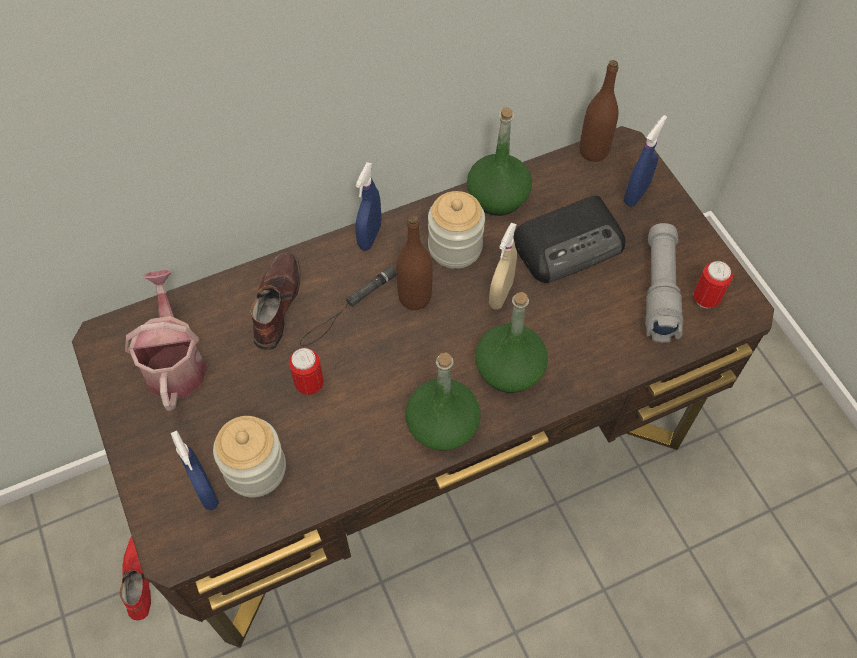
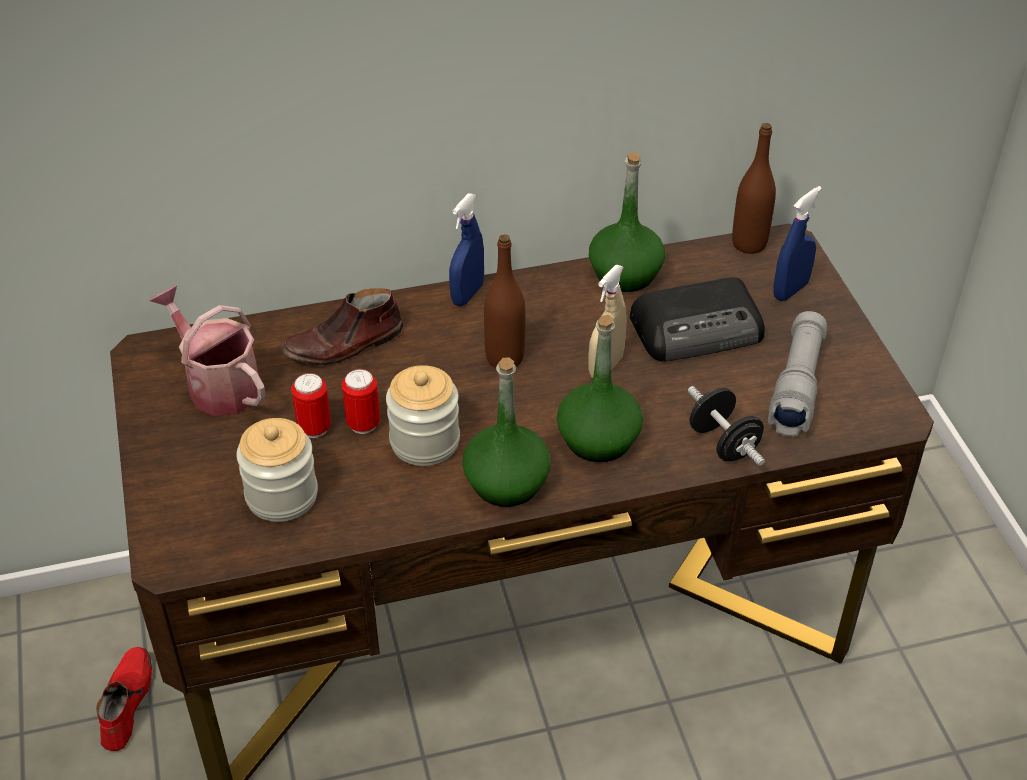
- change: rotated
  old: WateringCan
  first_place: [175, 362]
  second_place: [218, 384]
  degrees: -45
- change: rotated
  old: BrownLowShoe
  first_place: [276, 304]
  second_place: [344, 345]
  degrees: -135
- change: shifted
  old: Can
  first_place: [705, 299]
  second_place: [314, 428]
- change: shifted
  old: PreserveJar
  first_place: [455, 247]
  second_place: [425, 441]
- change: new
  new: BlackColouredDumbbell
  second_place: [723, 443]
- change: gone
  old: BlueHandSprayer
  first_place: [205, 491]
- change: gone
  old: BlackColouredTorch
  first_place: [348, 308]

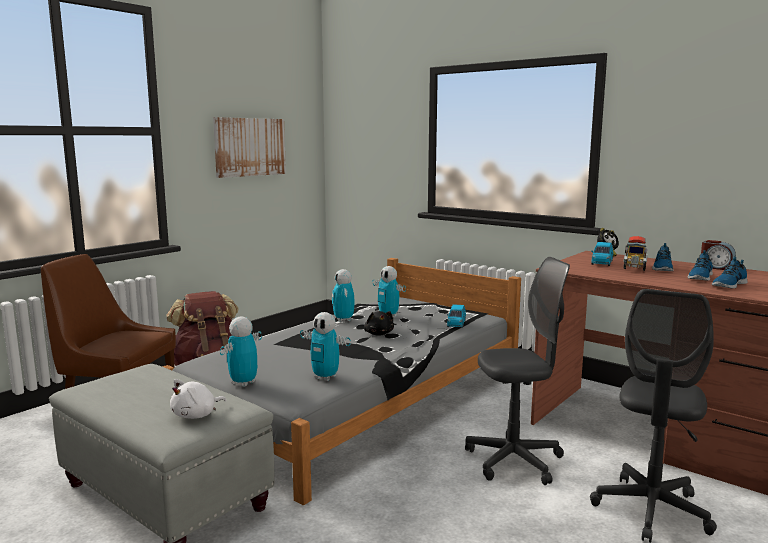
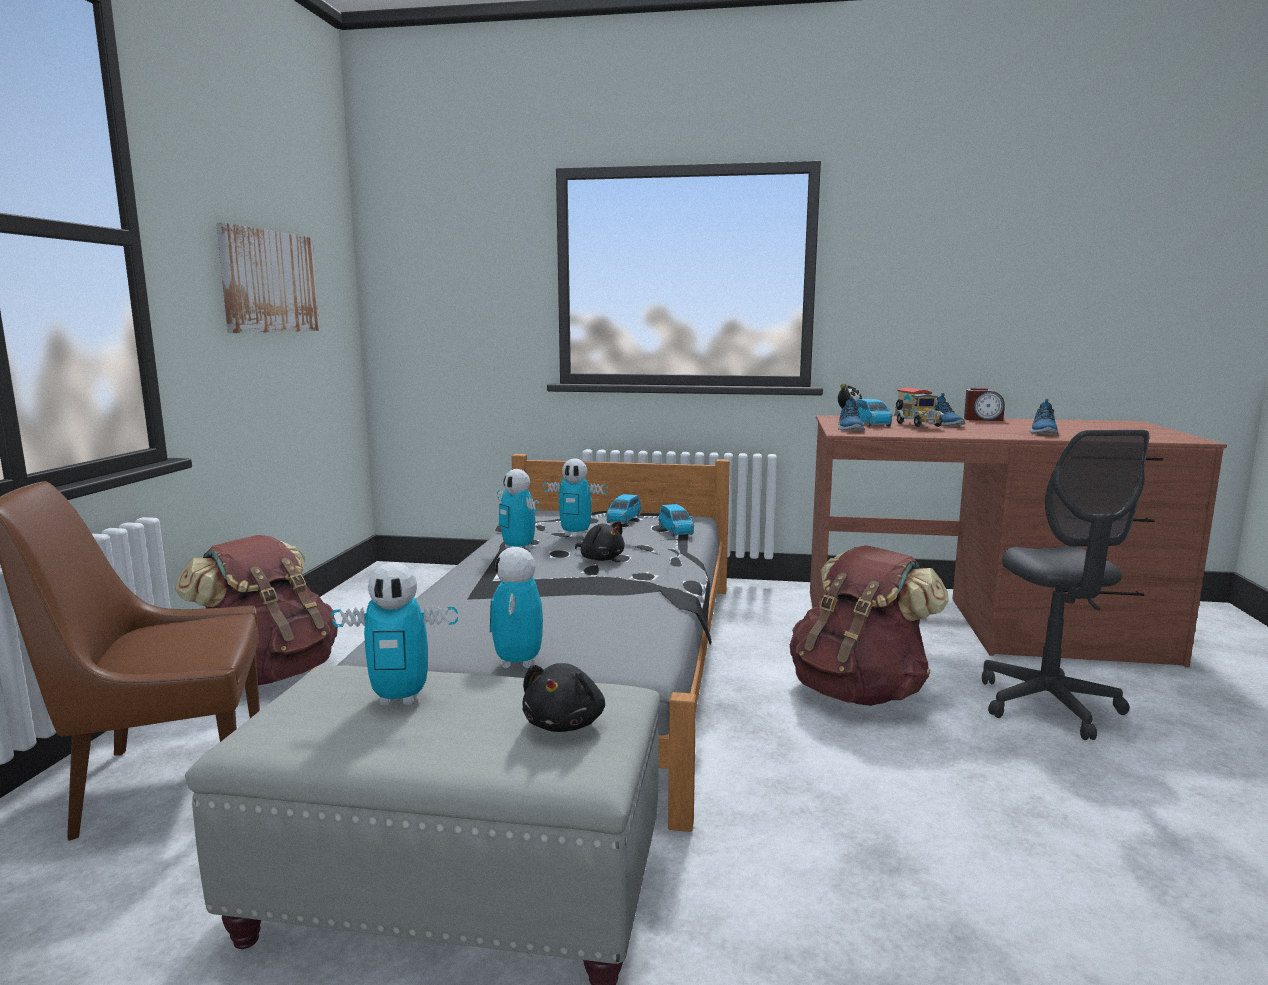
- change: shifted
  old: ToyRobot
  first_place: [325, 377]
  second_place: [400, 698]
- change: repainted
  old: WhitishCuddlyToy
  new: BlackColouredCuddlyToy
  first_place: [196, 415]
  second_place: [565, 723]
- change: new
  new: BlueToyCar
  second_place: [623, 519]
- change: swapped
  old: GrayOfficeChair
  new: BrownKnapsack
  first_place: [514, 461]
  second_place: [858, 692]
- change: shifted
  old: LowShoe
  first_place: [699, 277]
  second_place: [849, 428]

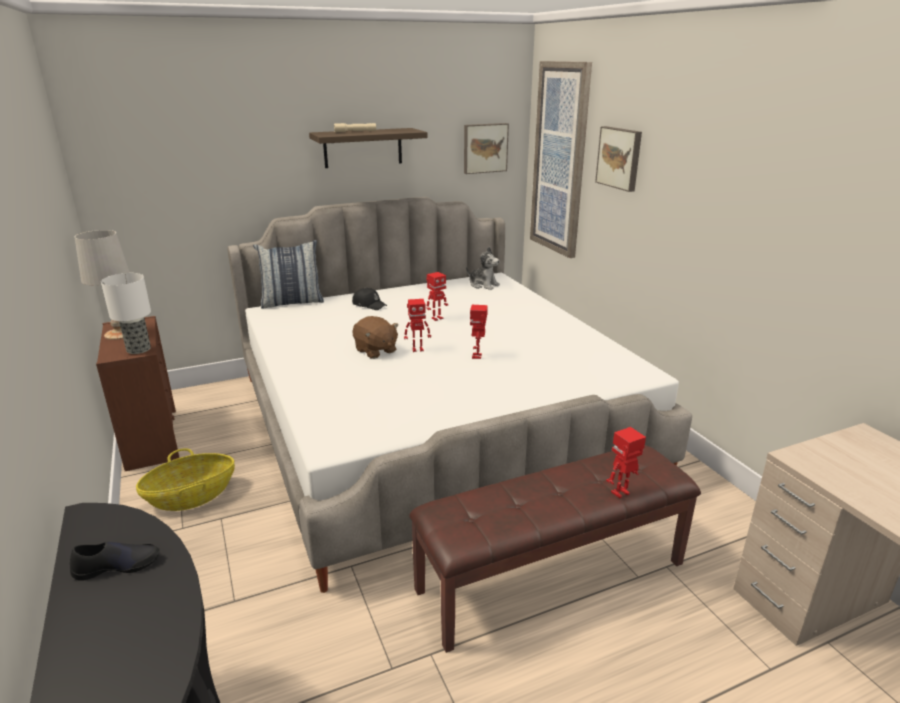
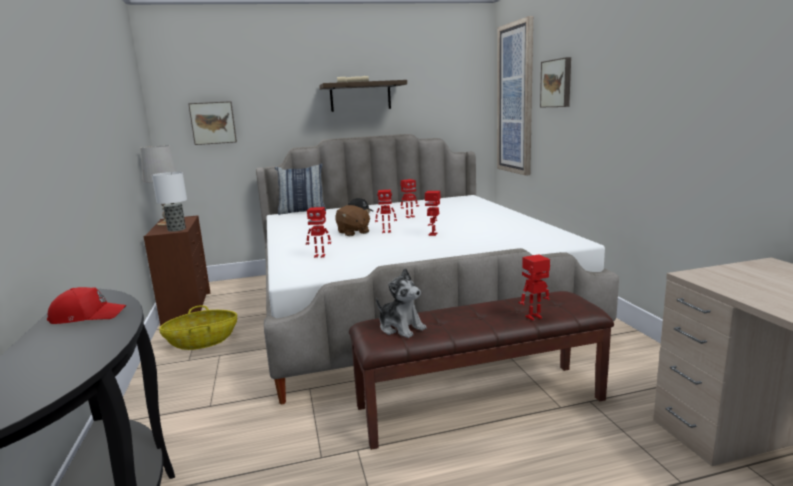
- change: swapped
  old: BlackColouredLowShoe
  new: RedBaseballCap
  first_place: [118, 565]
  second_place: [87, 316]
- change: shifted
  old: WallPicture
  first_place: [484, 148]
  second_place: [213, 123]
- change: new
  new: ToyRobot
  second_place: [320, 256]
- change: shifted
  old: CuddlyToy
  first_place: [483, 285]
  second_place: [401, 328]

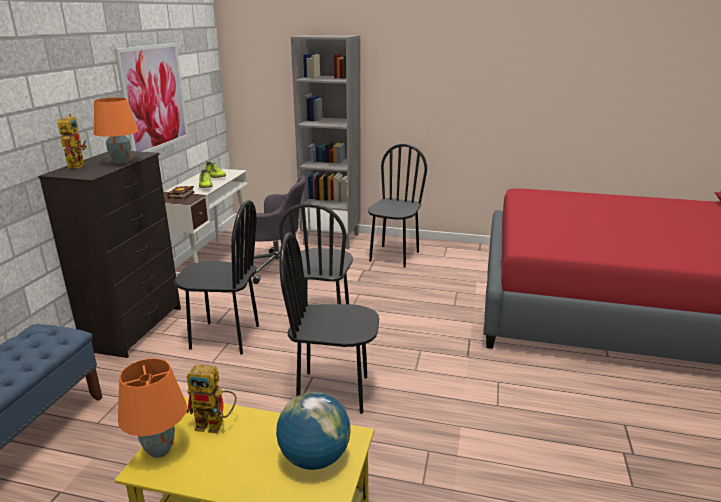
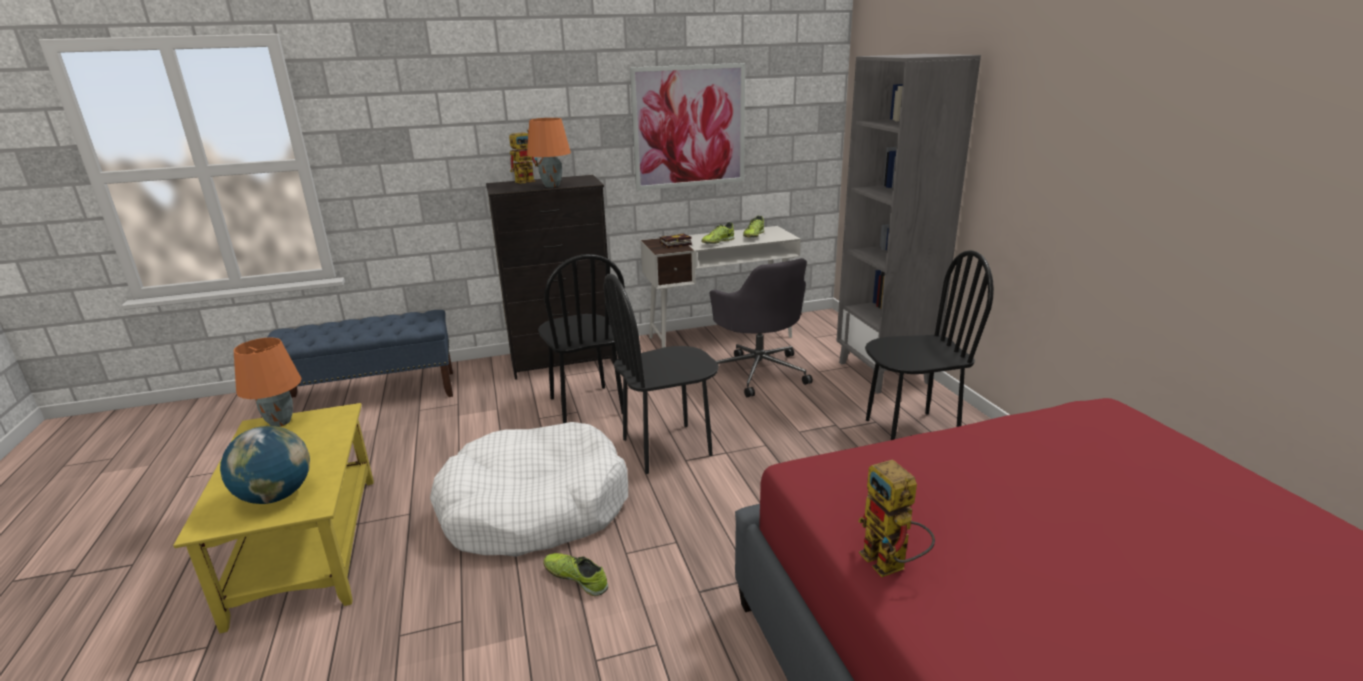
- change: swapped
  old: BlackColouredUprightChair
  new: WhitishPetBed
  first_place: [333, 392]
  second_place: [534, 508]
- change: new
  new: LowShoe
  second_place: [576, 578]
- change: shifted
  old: ToyRobot
  first_place: [216, 424]
  second_place: [891, 566]

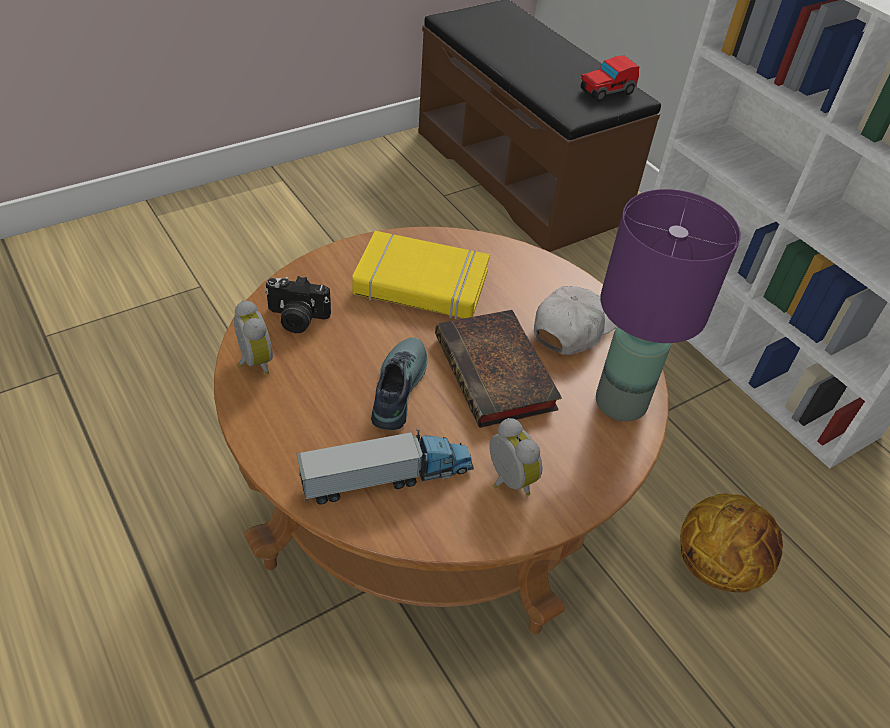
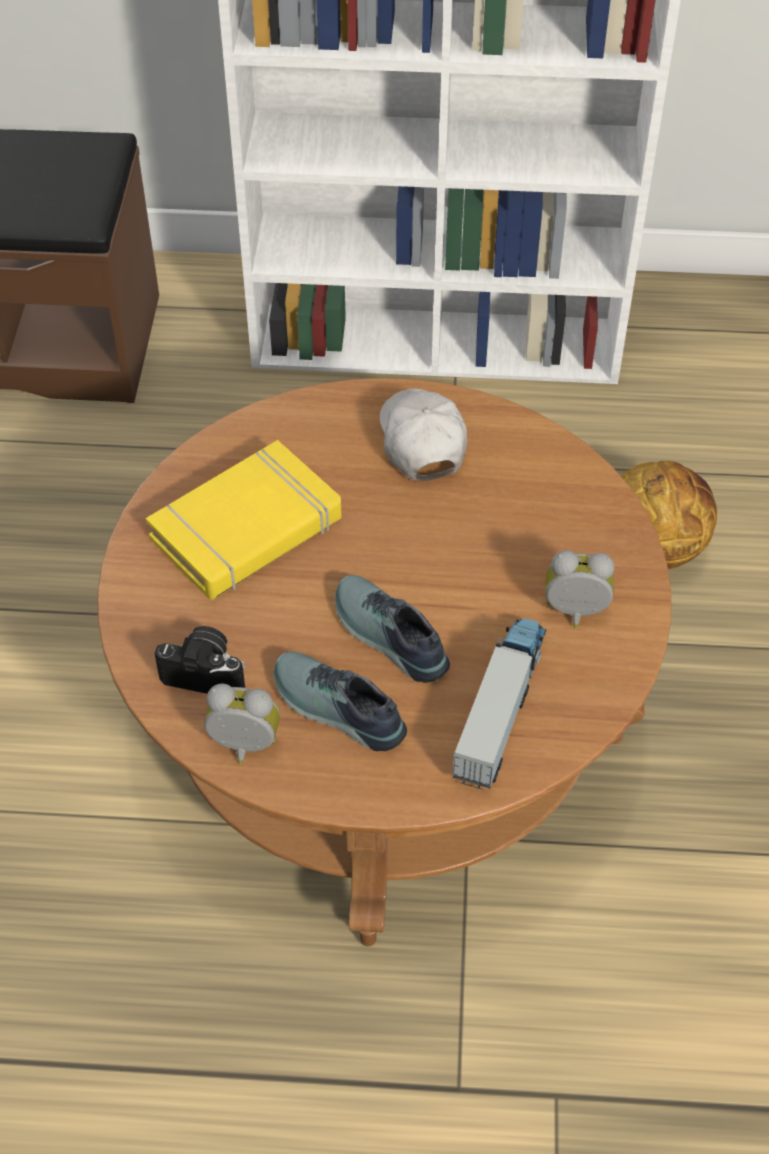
- change: rotated
  old: StillCamera
  first_place: [296, 319]
  second_place: [207, 673]
  degrees: -120
- change: new
  new: LowShoe
  second_place: [336, 710]
- change: gone
  old: BoundBook
  first_place: [497, 375]
- change: gone
  old: ToyCar
  first_place: [606, 92]
- change: gone
  old: PurpleTableLamp
  first_place: [622, 402]

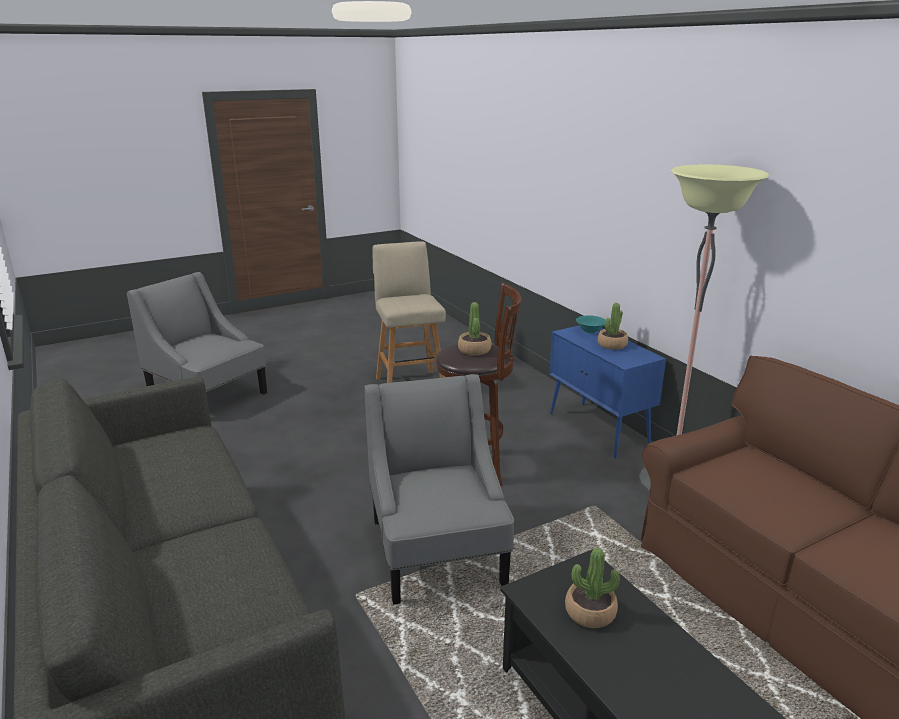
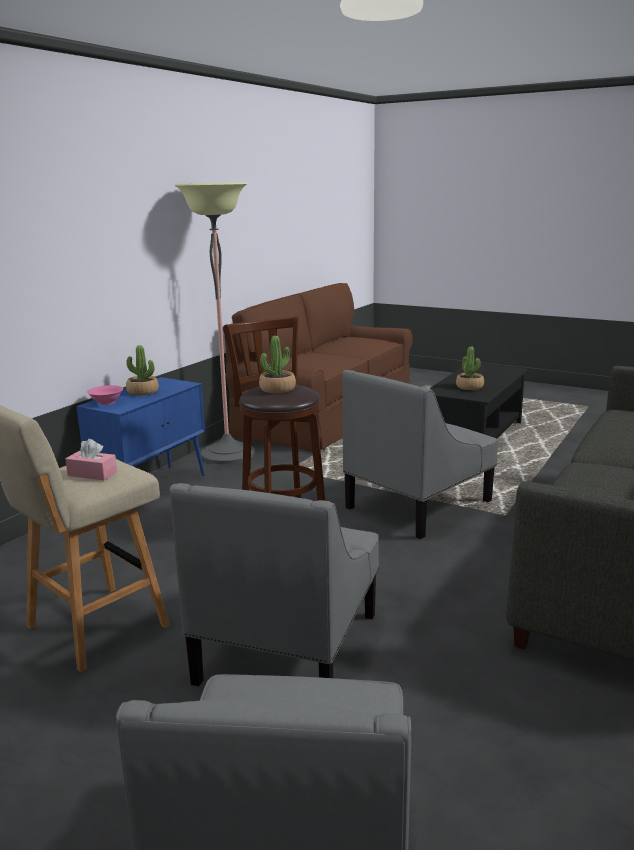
- change: new
  new: PinkishTissueHolder
  second_place: [92, 474]
- change: repainted
  old: TurquoiseColouredDeepDish
  new: PinkishDeepDish
  first_place: [590, 331]
  second_place: [107, 402]
- change: new
  new: GrayArmchair
  second_place: [289, 647]

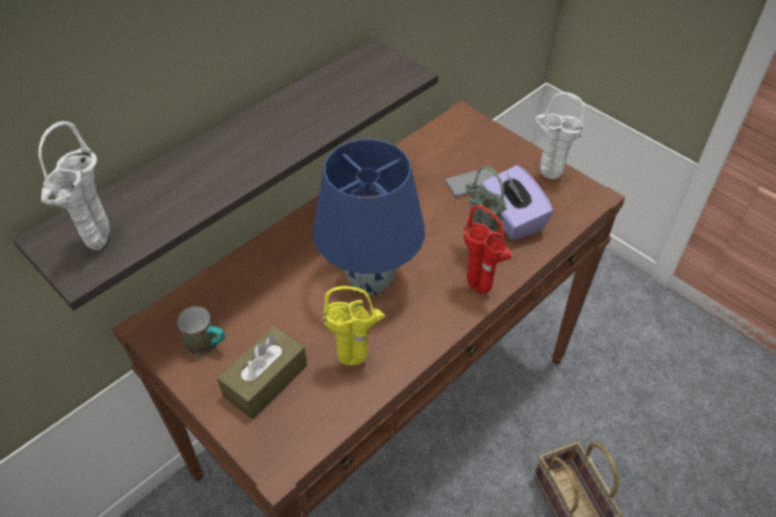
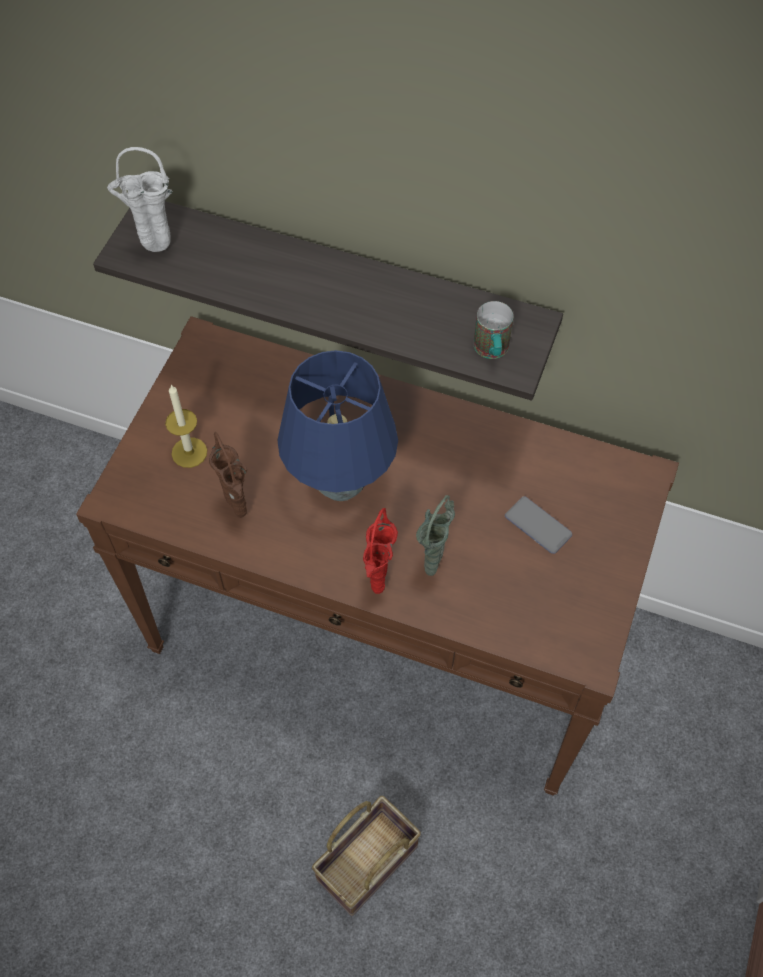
- change: swapped
  old: BrownTissueHolder
  new: WaxLight
  first_place: [265, 380]
  second_place: [189, 452]
- change: repainted
  old: YellowFlowerVase
  new: BrownFlowerVase
  first_place: [356, 363]
  second_place: [239, 514]
- change: shifted
  old: CoffeeMug
  first_place: [208, 346]
  second_place: [492, 351]
- change: gone
  old: PurpleTissueHolder
  first_place: [512, 218]
- change: gone
  old: WhitishFlowerVase
  first_place: [547, 177]

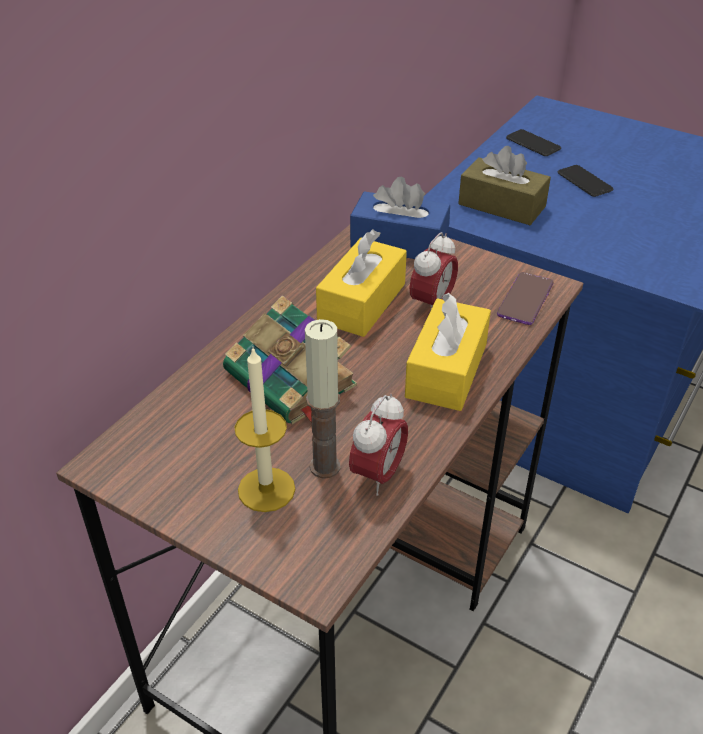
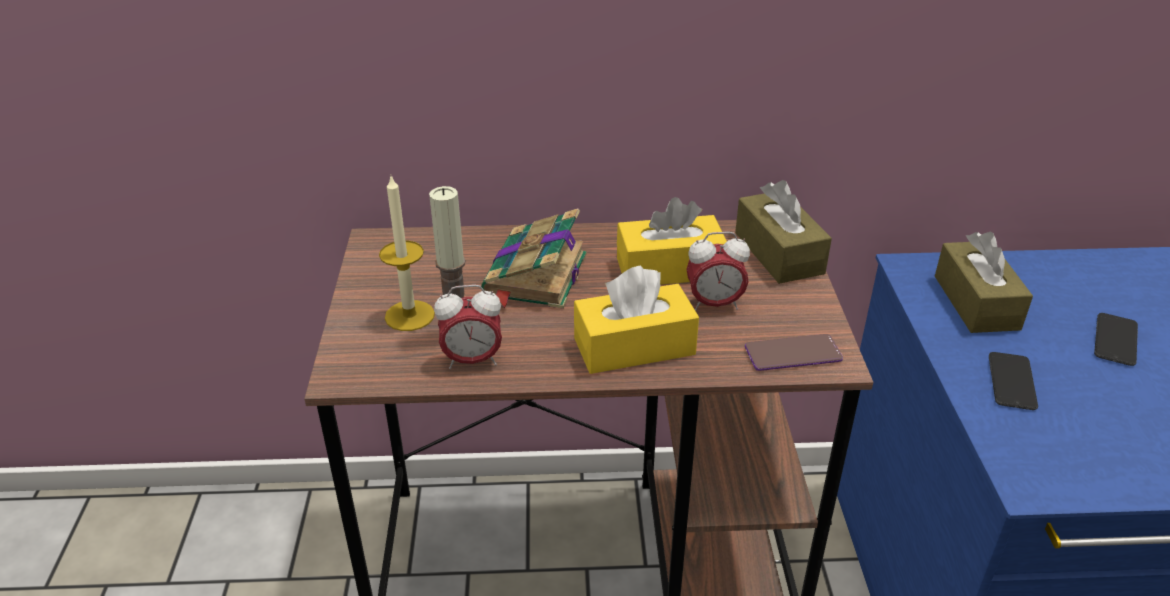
- change: repainted
  old: BlueTissueHolder
  new: BrownTissueHolder
  first_place: [399, 243]
  second_place: [778, 253]
- change: shifted
  old: Phone
  first_place: [533, 144]
  second_place: [1011, 382]

